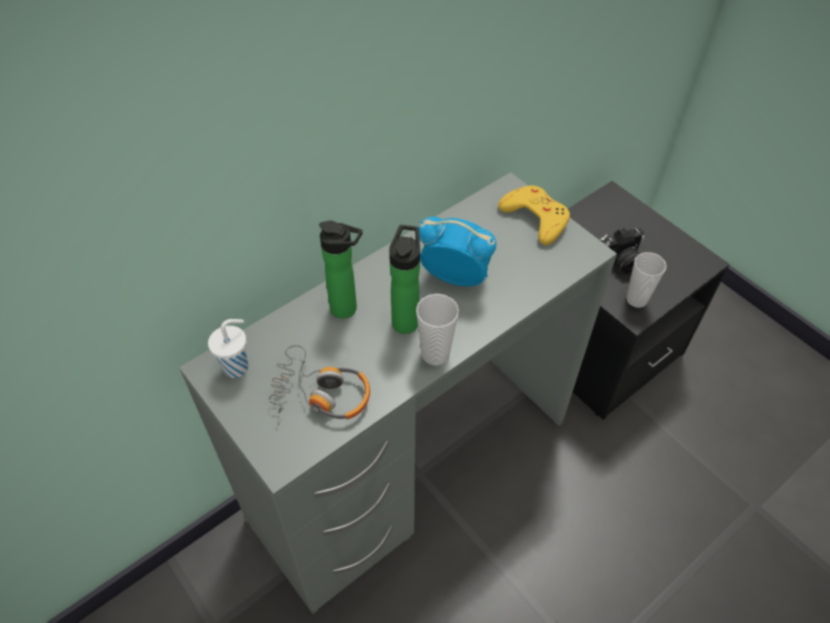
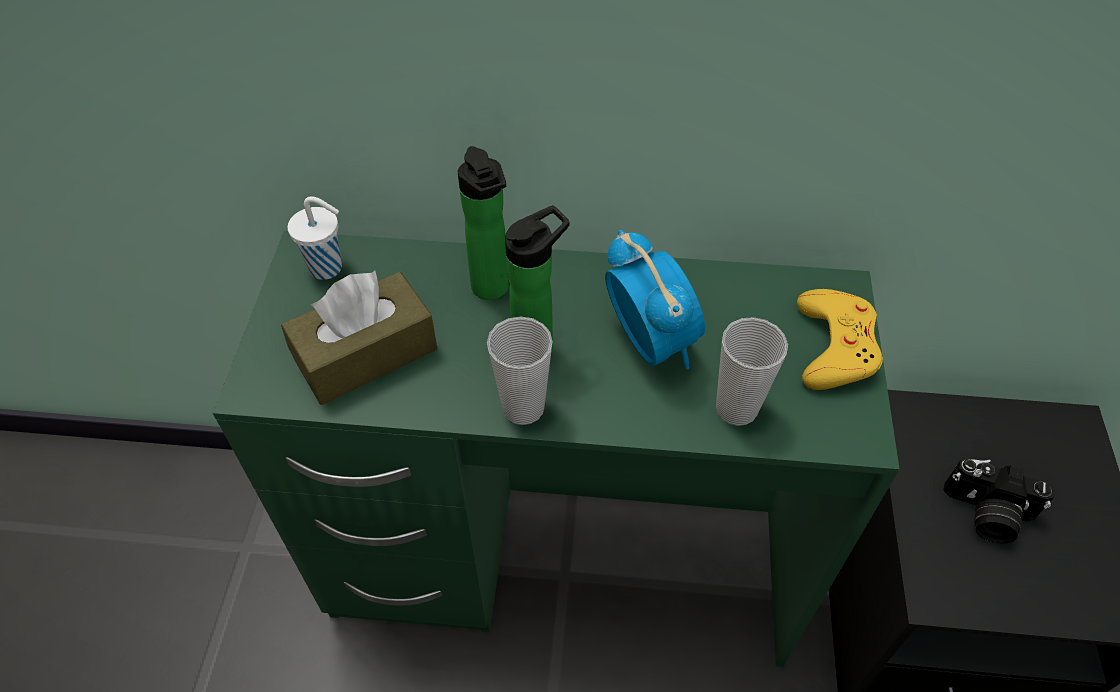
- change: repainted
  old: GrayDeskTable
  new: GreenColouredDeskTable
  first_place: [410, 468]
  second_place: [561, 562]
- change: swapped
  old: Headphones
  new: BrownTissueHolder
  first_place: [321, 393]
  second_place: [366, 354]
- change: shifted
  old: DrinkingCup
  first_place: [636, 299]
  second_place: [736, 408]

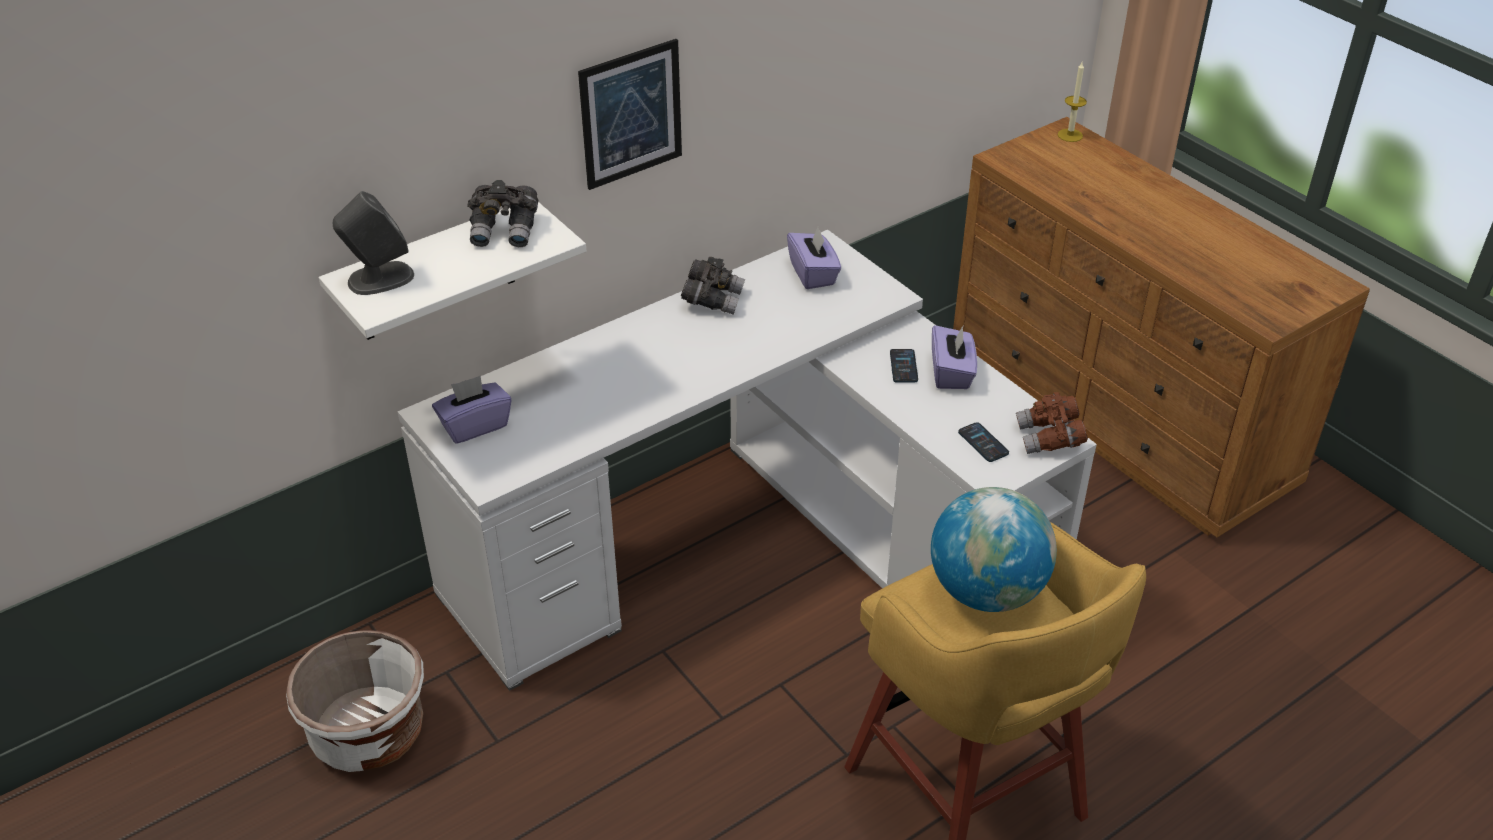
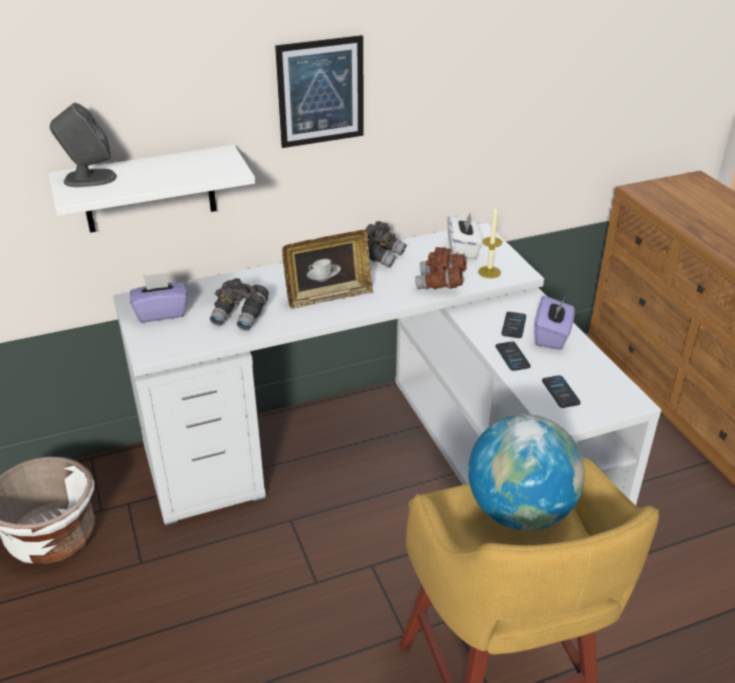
- change: shifted
  old: GrayPairOfBinoculars
  first_place: [505, 231]
  second_place: [240, 316]
- change: new
  new: StandingFrame
  second_place: [328, 296]
- change: shifted
  old: BrownPairOfBinoculars
  first_place: [1049, 439]
  second_place: [440, 283]
- change: repainted
  old: PurpleTissueHolder
  new: WhitishTissueHolder
  first_place: [813, 274]
  second_place: [463, 250]
- change: shifted
  old: WaxLight
  first_place: [1070, 135]
  second_place: [489, 272]
- change: new
  new: Phone
  second_place: [512, 357]

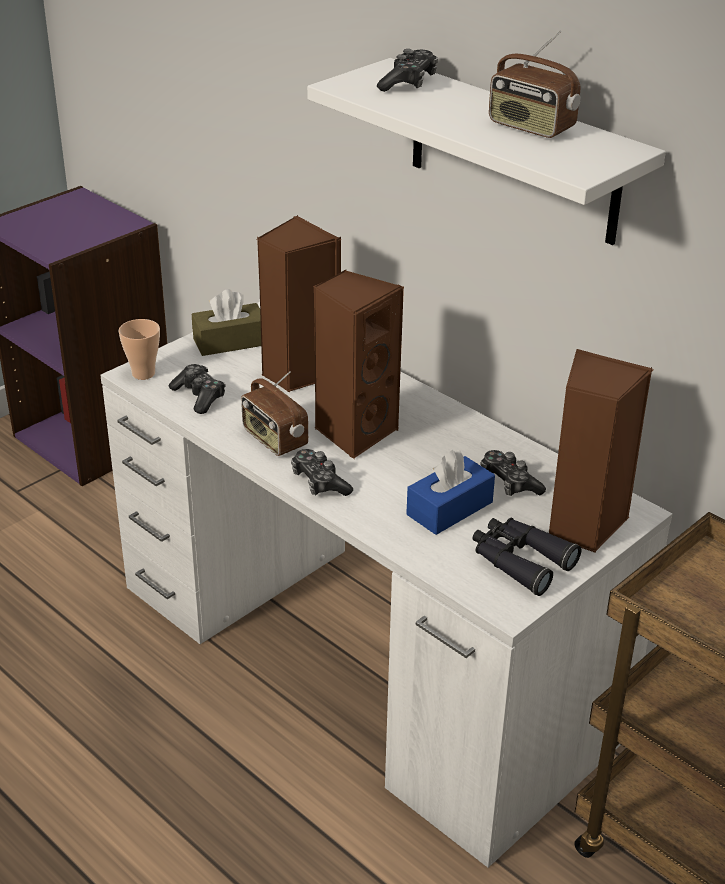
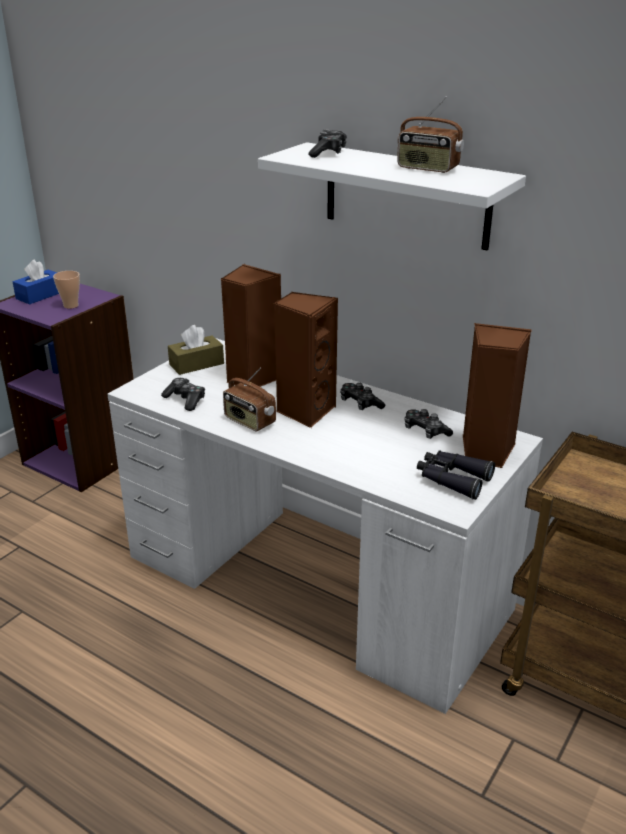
- change: shifted
  old: BlueTissueHolder
  first_place: [449, 508]
  second_place: [40, 295]
- change: shifted
  old: DrinkingCup
  first_place: [143, 373]
  second_place: [71, 305]
- change: shifted
  old: Gamepad
  first_place: [319, 482]
  second_place: [360, 403]

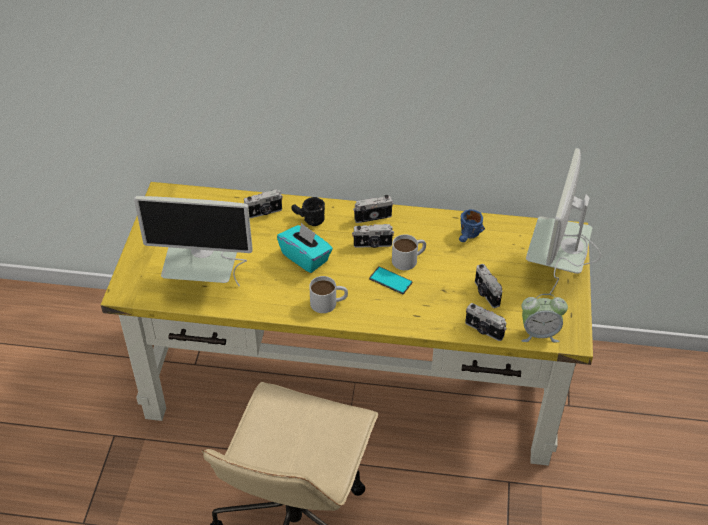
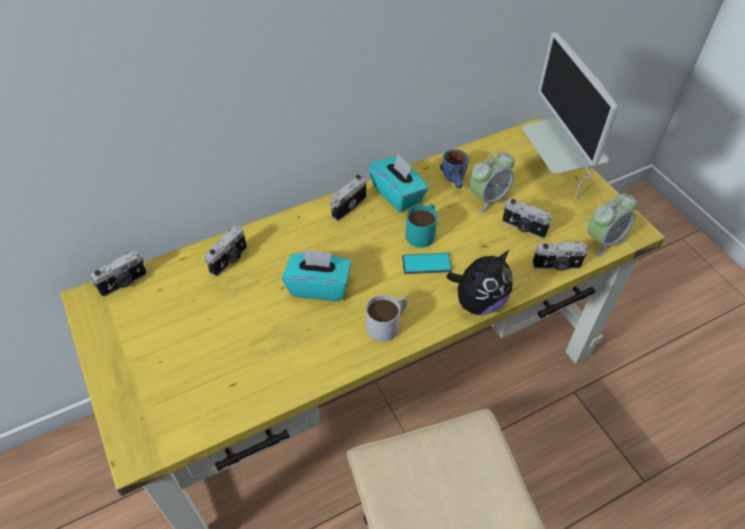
- change: shifted
  old: StillCamera
  first_place: [372, 245]
  second_place: [124, 283]
- change: new
  new: TurquoiseColouredTissueHolder
  second_place: [398, 194]
- change: repainted
  old: WhitishCoffeeMug
  new: TurquoiseColouredCoffeeMug
  first_place: [409, 259]
  second_place: [423, 232]
- change: new
  new: CuddlyToy
  second_place: [478, 302]
- change: new
  new: BedsideClock
  second_place: [488, 198]
- change: gone
  old: ComputerScreen
  first_place: [205, 283]
- change: gone
  old: BlackColouredCoffeeMug
  first_place: [307, 220]

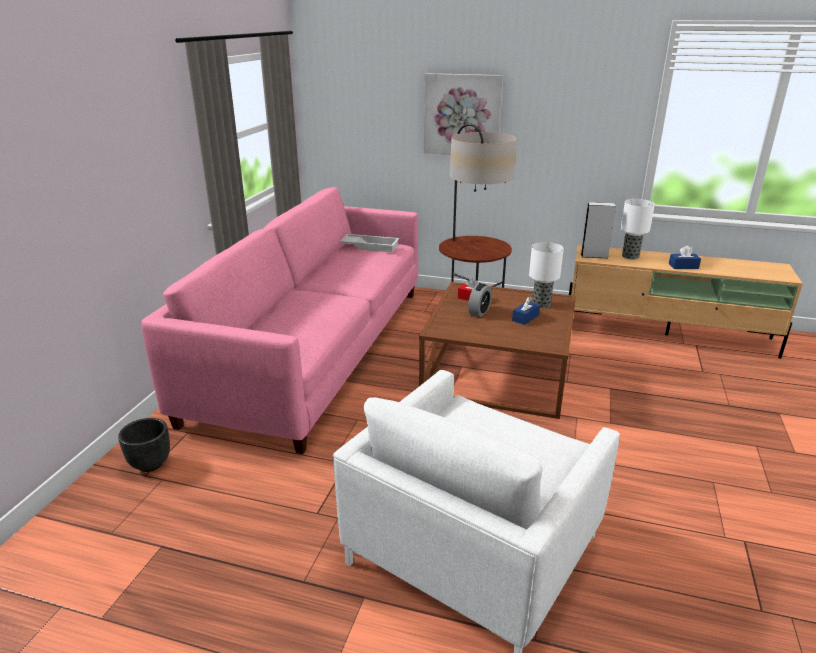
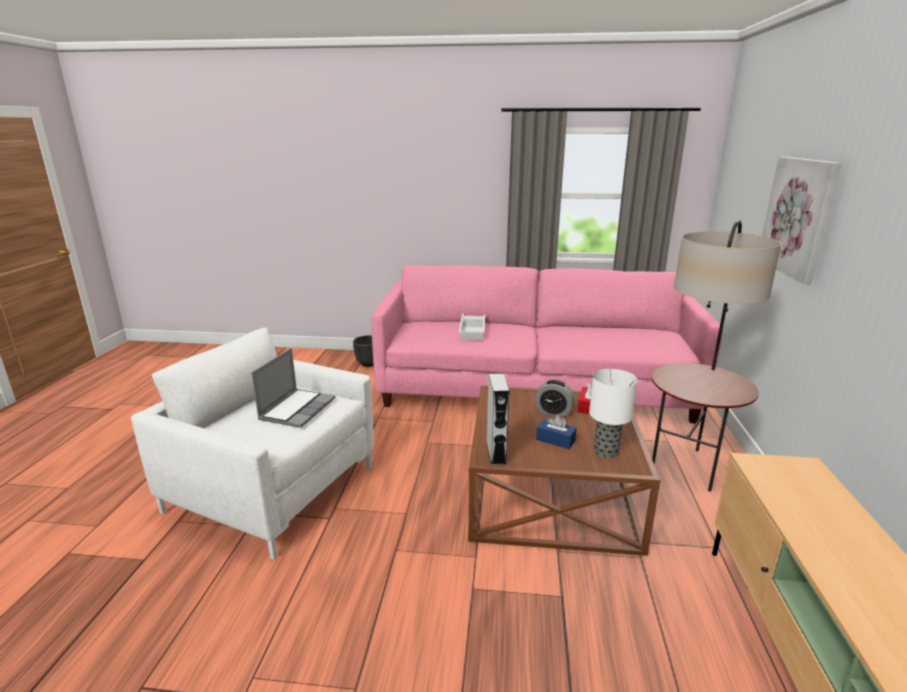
- change: new
  new: Laptop
  second_place: [297, 409]
- change: shifted
  old: WhitishTray
  first_place: [370, 246]
  second_place: [473, 329]
- change: shifted
  old: GrayAudioSpeaker
  first_place: [594, 256]
  second_place: [496, 453]
- change: gone
  old: TableLamp
  first_place: [629, 256]
- change: gone
  old: BlueTissueHolder
  first_place: [683, 266]

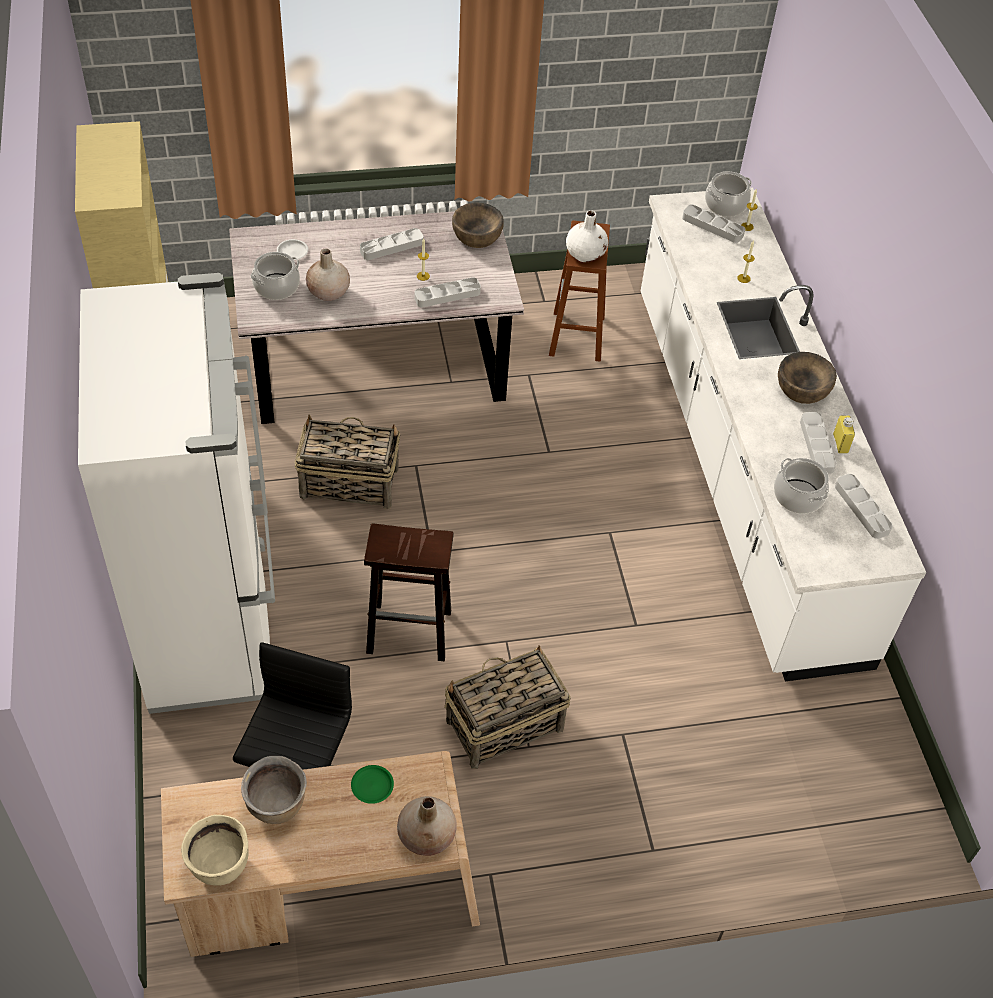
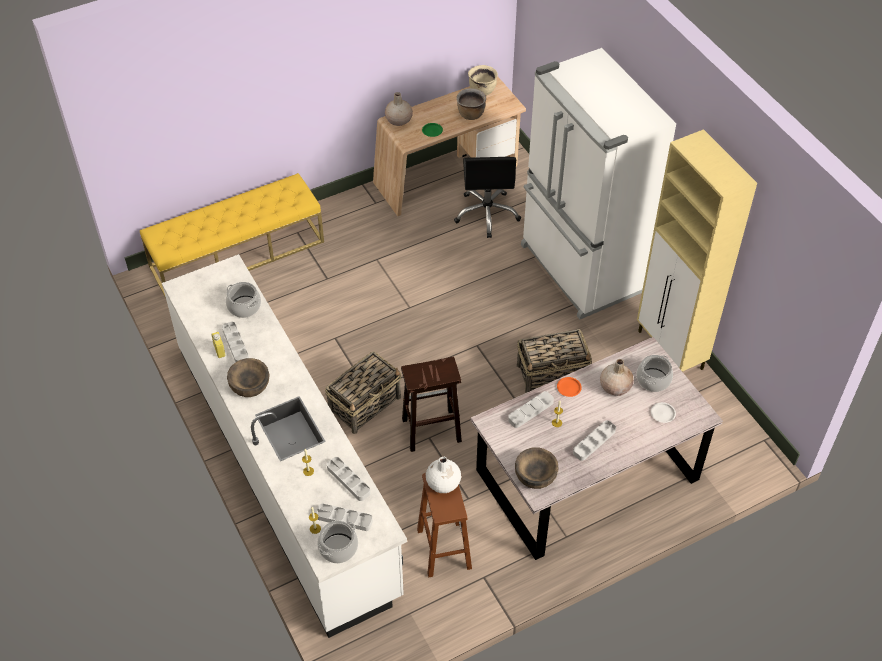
- change: new
  new: YellowLongSeat
  second_place: [237, 254]
- change: shifted
  old: HouseholdBasket
  first_place: [503, 725]
  second_place: [365, 404]
- change: shifted
  old: GrayTray
  first_place: [862, 509]
  second_place: [348, 480]
- change: shifted
  old: BrownStool
  first_place: [410, 631]
  second_place: [430, 430]
- change: new
  new: OrangeColouredFlatDish
  second_place: [569, 388]

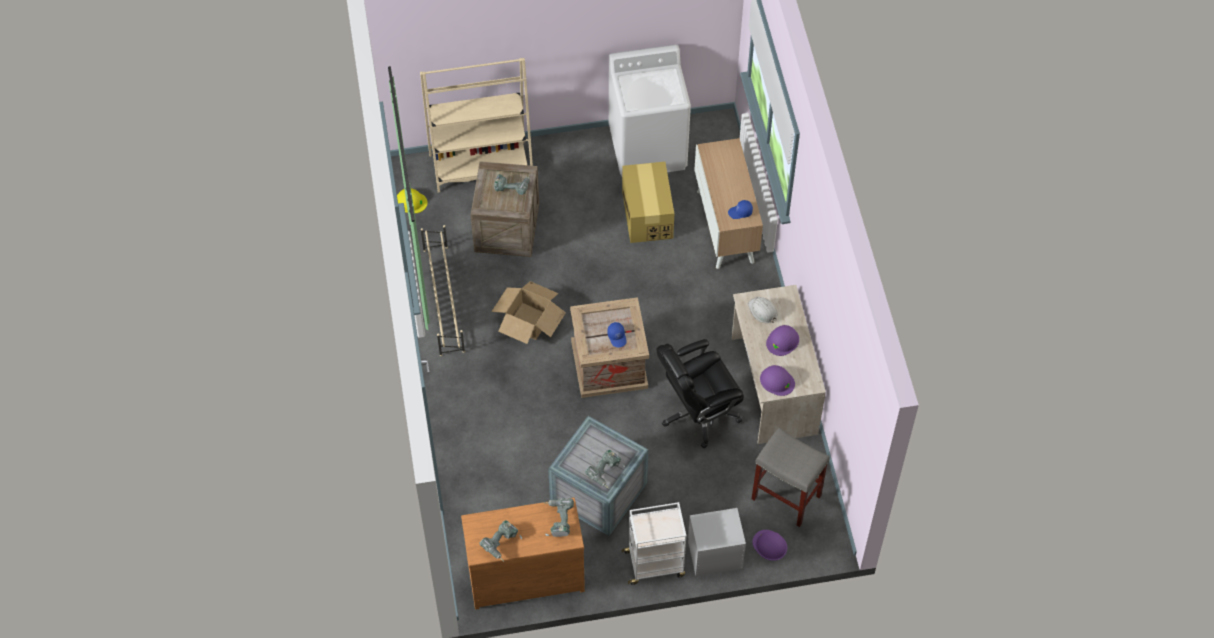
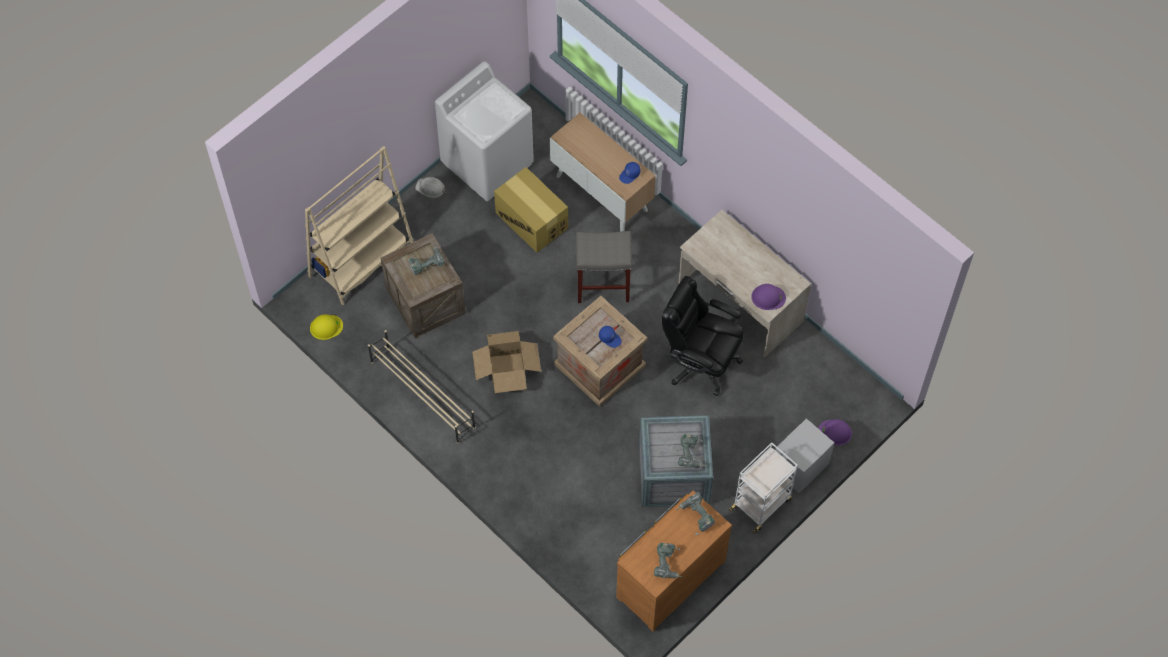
- change: shifted
  old: WhitishSafetyHelmet
  first_place: [762, 311]
  second_place: [430, 188]
- change: shifted
  old: GrayStool
  first_place: [785, 497]
  second_place: [602, 286]
- change: rotated
  old: BlackColouredOfficeChair
  first_place: [698, 413]
  second_place: [700, 361]
  degrees: 90
- change: gone
  old: PurpleSafetyHelmet
  first_place: [782, 341]

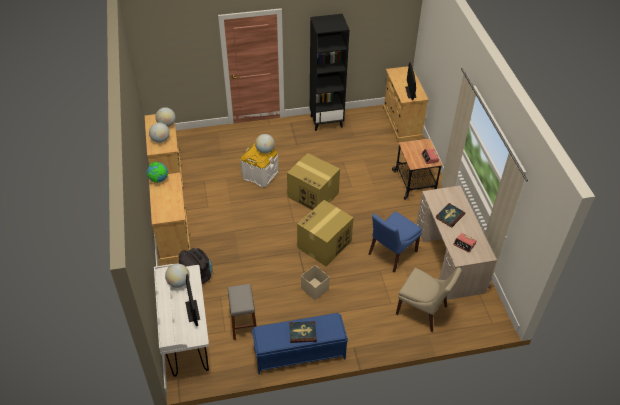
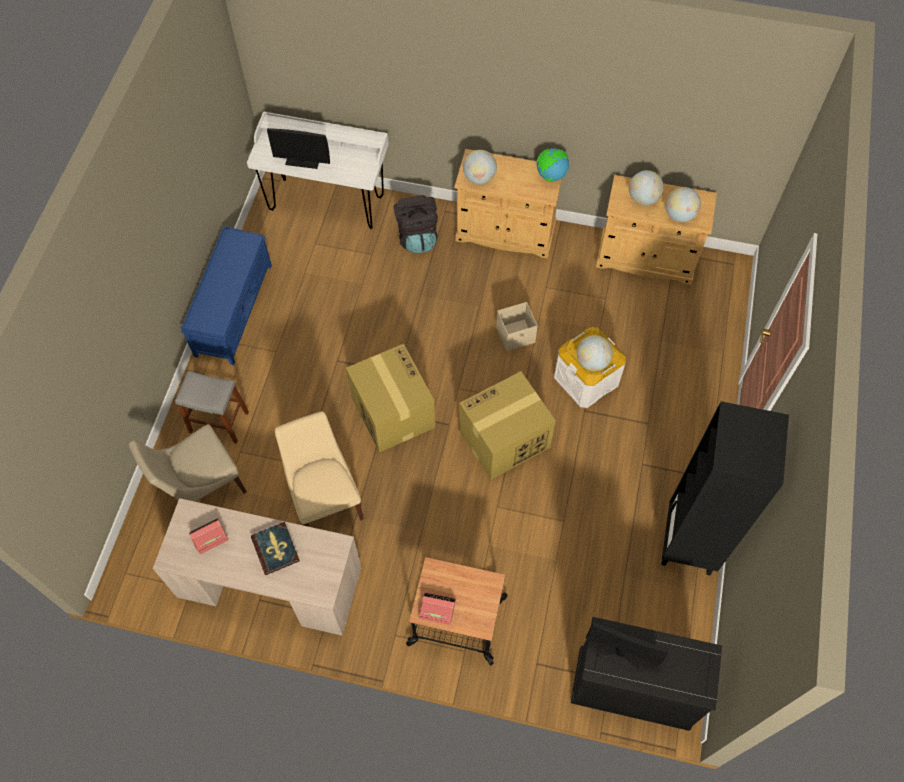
- change: shifted
  old: GrayStool
  first_place: [243, 324]
  second_place: [219, 422]
- change: repainted
  old: BlueUprightChair
  new: BeigeUprightChair
  first_place: [391, 253]
  second_place: [325, 498]
- change: shifted
  old: DeskGlobe
  first_place: [178, 282]
  second_place: [479, 178]
- change: shifted
  old: BeigeStorageContainer
  first_place: [314, 288]
  second_place: [516, 335]
- change: repainted
  old: BeigeCabinet
  new: BlackColouredCabinet
  first_place: [401, 123]
  second_place: [633, 688]
- change: gone
  old: BoundBook
  first_place: [302, 332]

